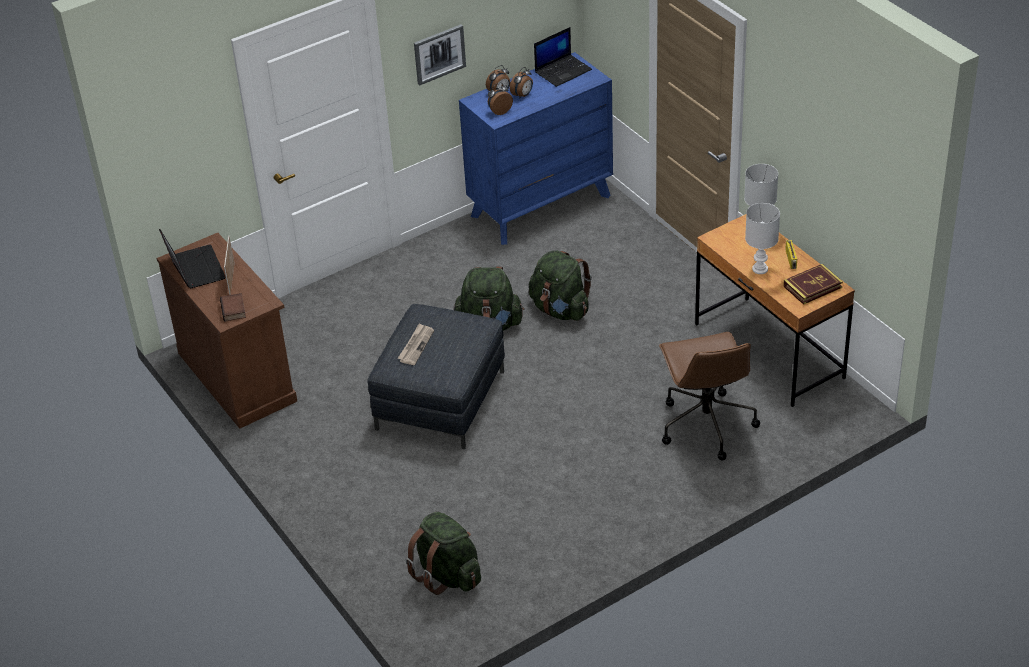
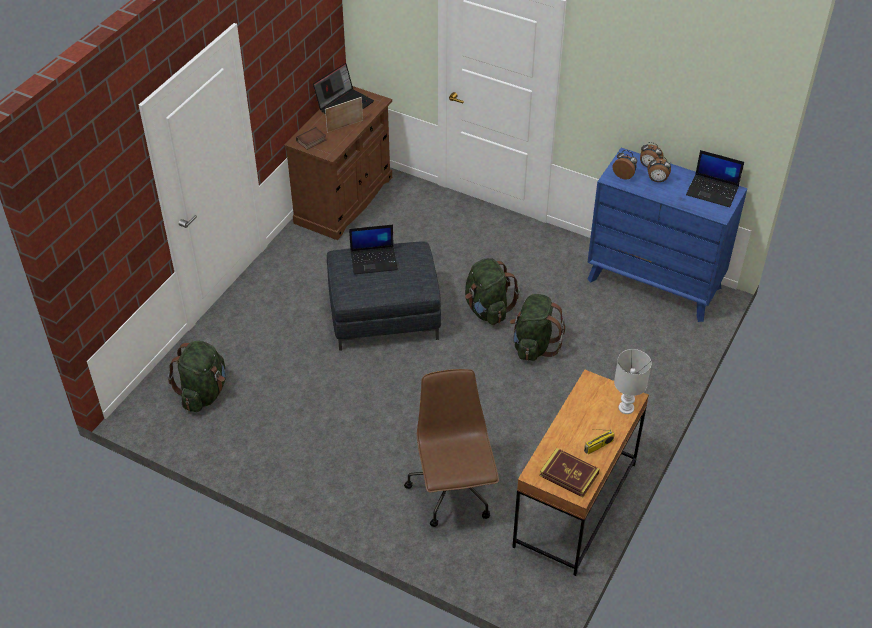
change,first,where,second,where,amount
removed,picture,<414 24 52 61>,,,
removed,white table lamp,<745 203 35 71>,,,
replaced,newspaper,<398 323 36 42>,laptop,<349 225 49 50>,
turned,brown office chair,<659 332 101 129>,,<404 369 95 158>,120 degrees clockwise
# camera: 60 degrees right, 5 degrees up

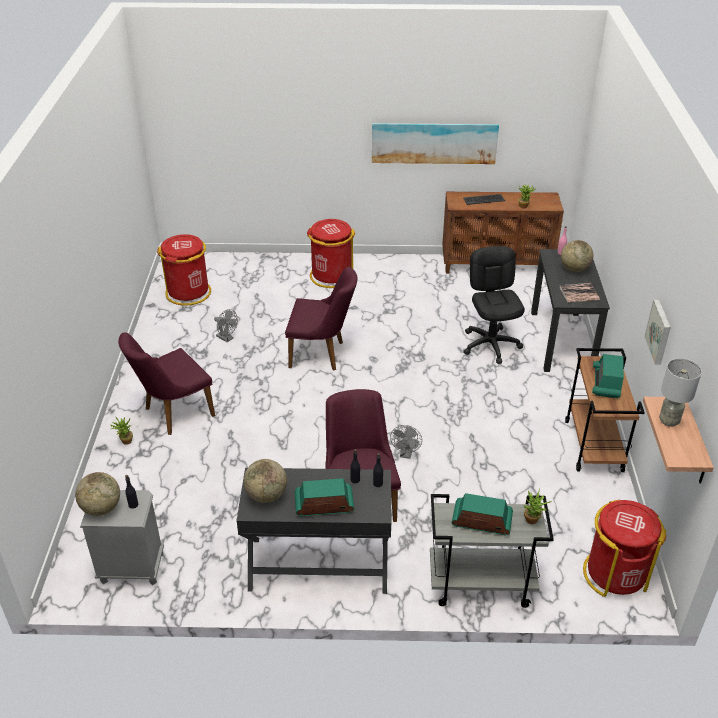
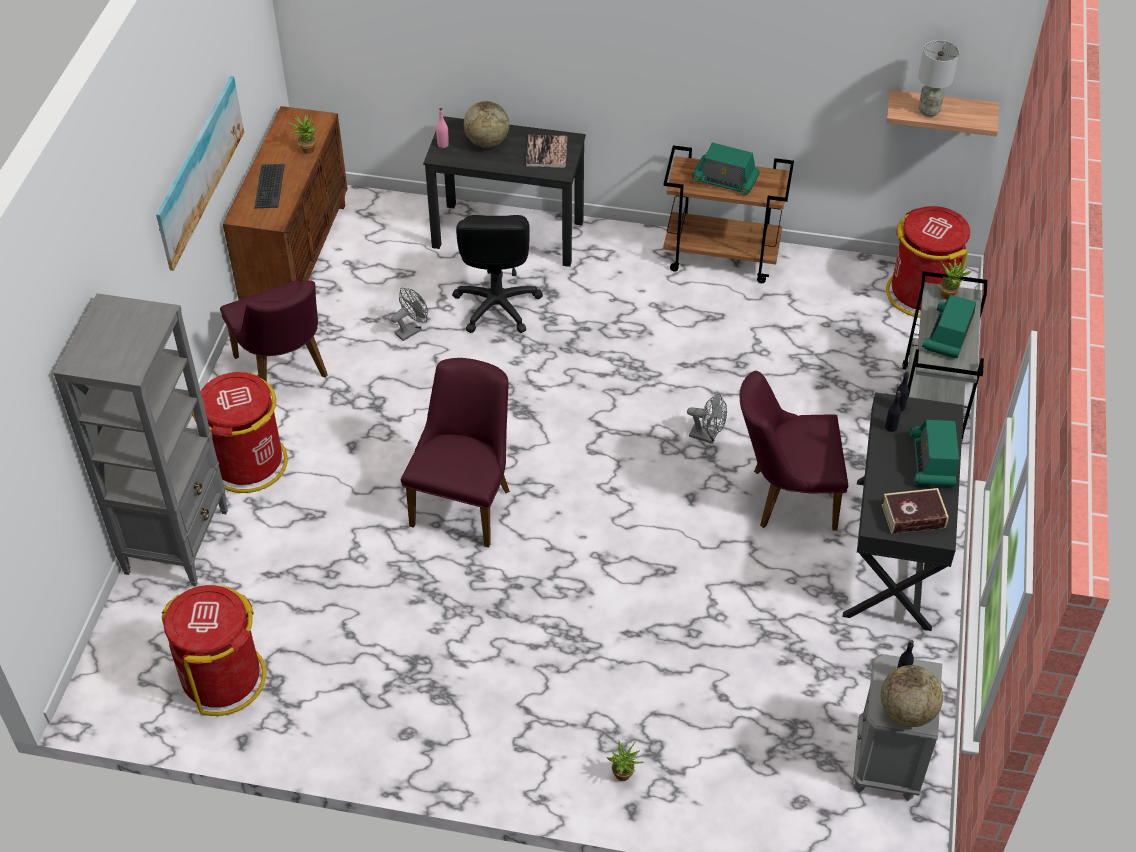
change,first,where,second,where,amount
removed,picture,<644 300 27 65>,,,
added,,,grey bookcase,<54 293 174 293>,
moved,purple chair,<118 332 97 103>,,<220 280 108 102>,
moved,grey fan,<214 309 24 33>,,<391 288 37 53>,
replaced,globe,<243 459 44 44>,book,<882 488 67 46>,
turned,black office chair,<463 246 62 118>,,<452 215 91 118>,90 degrees counterclockwise
# camera: 80 degrees left, 10 degrees up

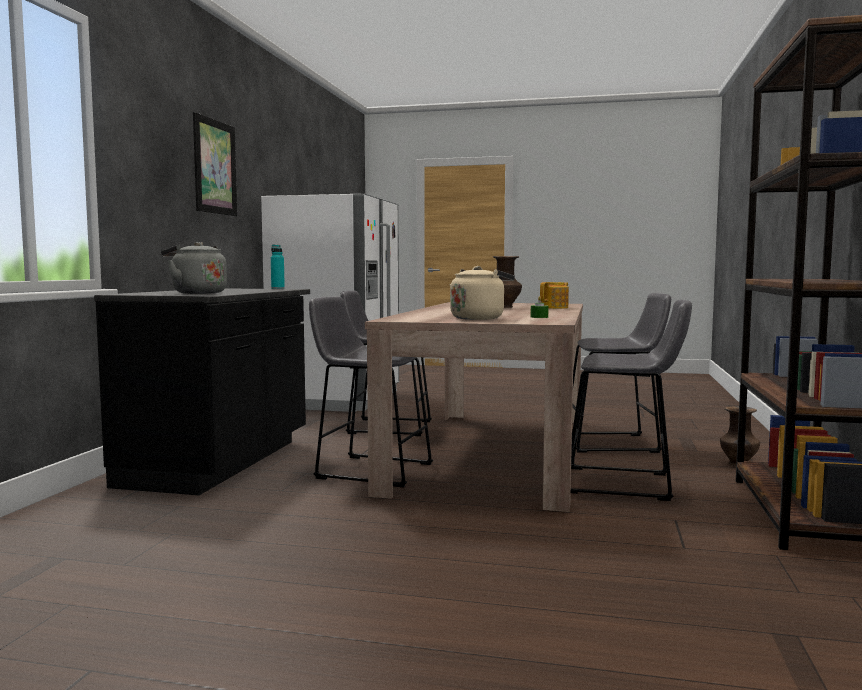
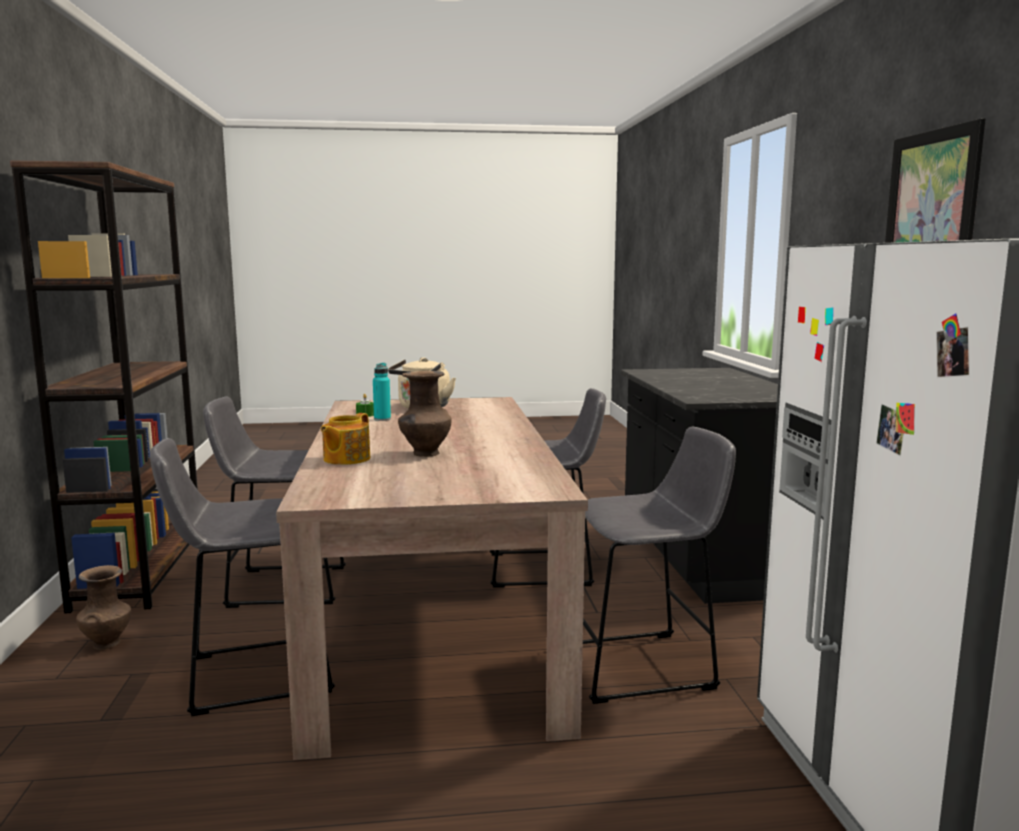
change,first,where,second,where,amount
removed,grey kettle,<161 242 66 52>,,,
moved,turquoise bottle,<271 244 14 45>,,<373 363 18 58>,
# camera: 160 degrees right, 5 degrees up

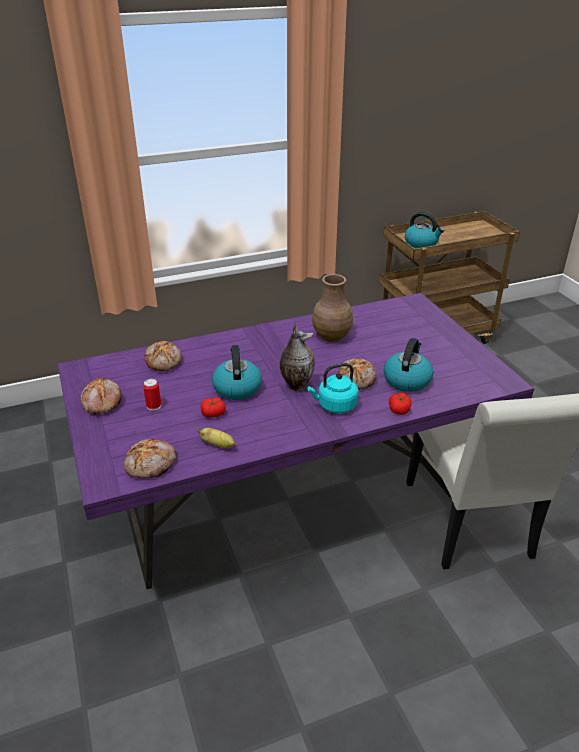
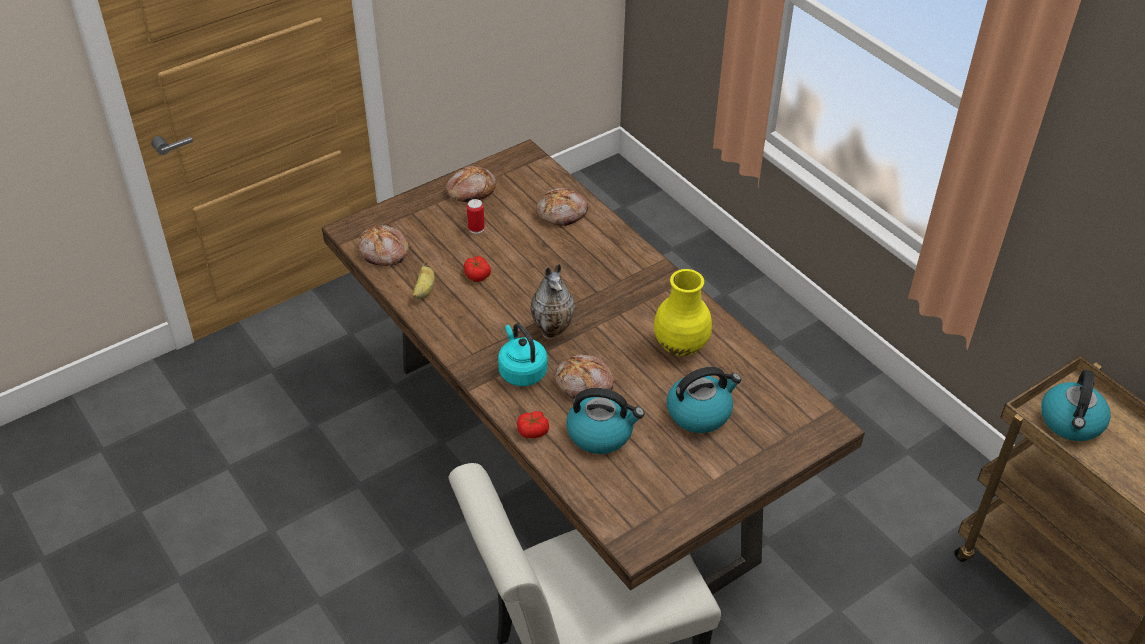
change,first,where,second,where,amount
moved,kettle,<212 345 50 55>,,<667 367 74 66>,
recoloured,purple dining table,<57 293 477 296>,brown dining table,<322 139 543 456>,
recoloured,brown vase,<312 274 41 68>,yellow vase,<654 269 58 87>,
# camera: 75 degrees right, 10 degrees up

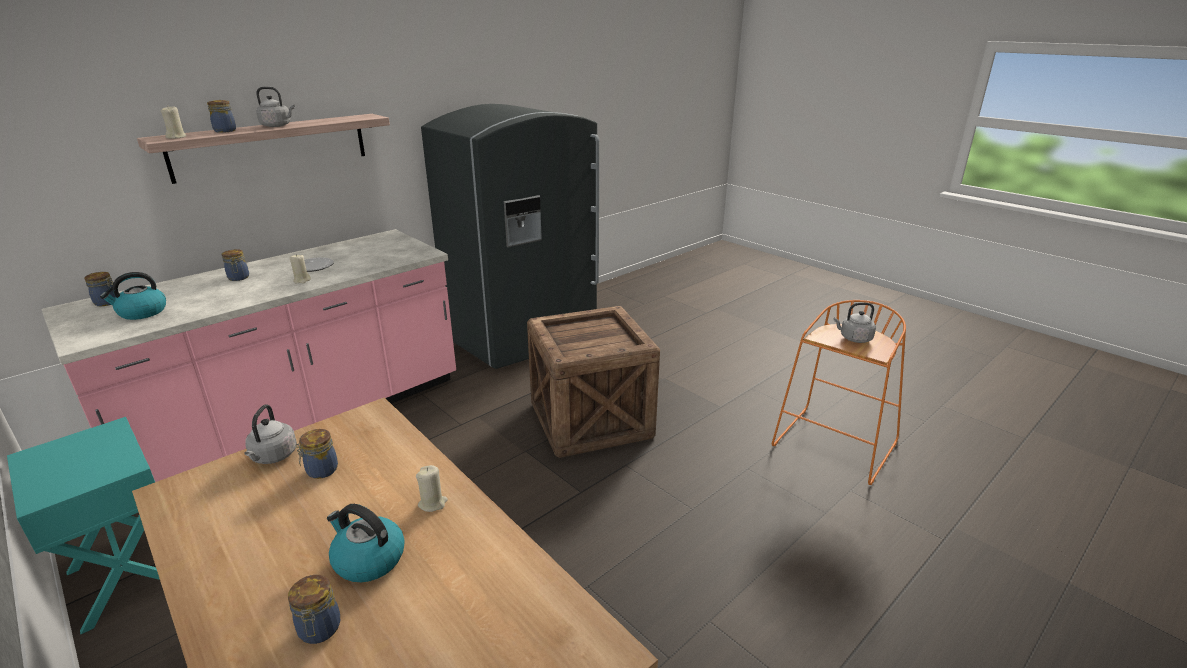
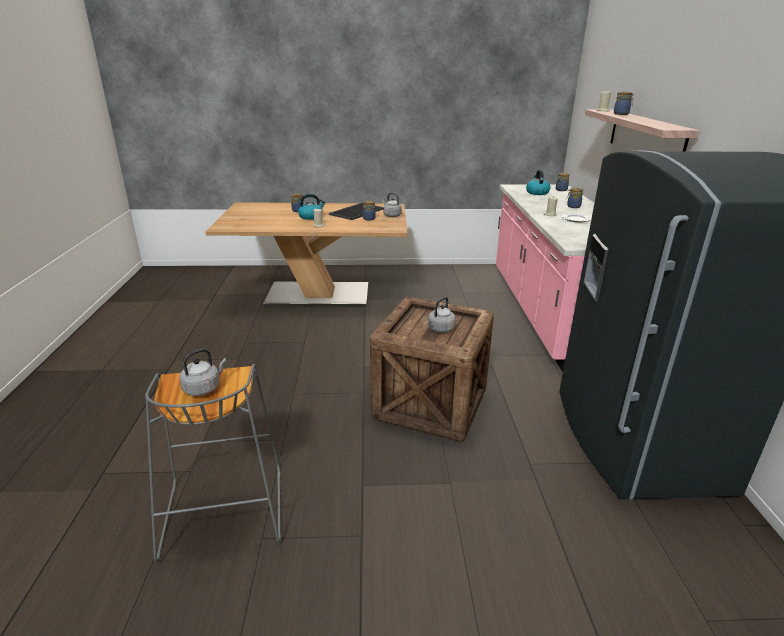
change,first,where,second,where,amount
removed,turquoise nightstand,<7 417 153 217>,,,
added,,,tray,<329 203 54 17>,
moved,grey kettle,<256 87 39 40>,,<427 297 29 36>,
recoloured,orange stool,<772 300 134 185>,grey stool,<145 364 136 198>,
# camera: 130 degrees right, 0 degrees up

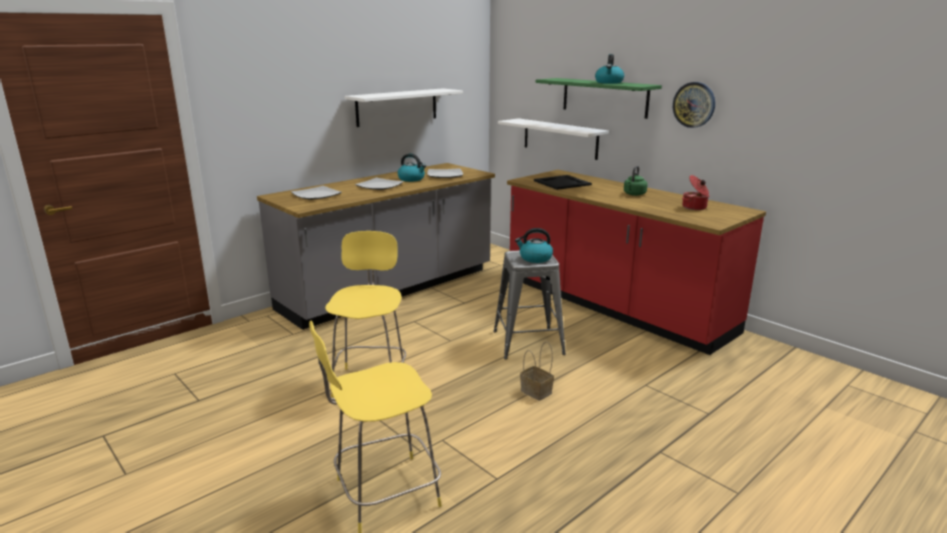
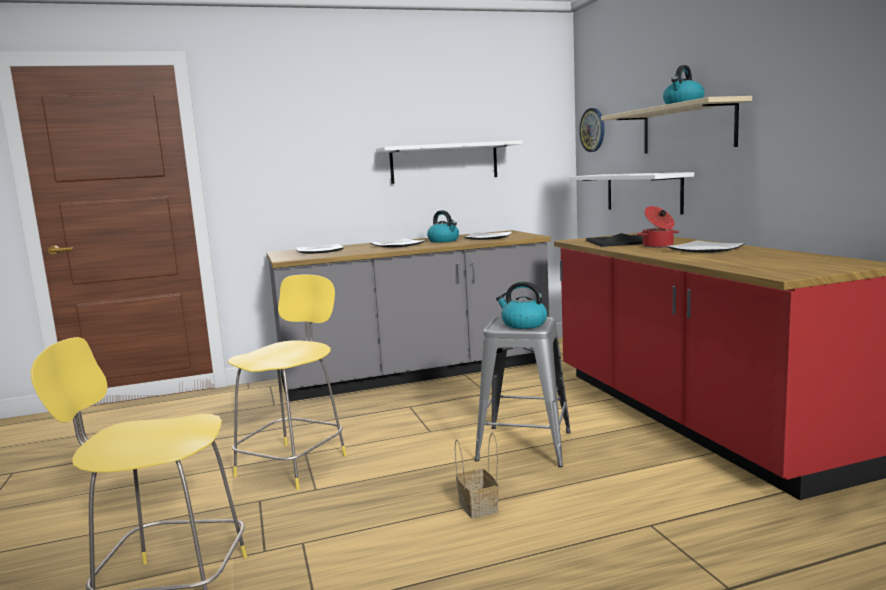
change,first,where,second,where,amount
moved,wall clock,<673 82 42 46>,,<579 108 26 44>,
moved,cooking pot,<682 175 28 35>,,<637 206 42 42>,
replaced,green kettle,<624 166 24 30>,plate,<667 240 78 13>,
recoloured,green shelf,<536 78 126 41>,beige shelf,<601 96 151 58>,
# camera: 25 degrees right, 10 degrees down

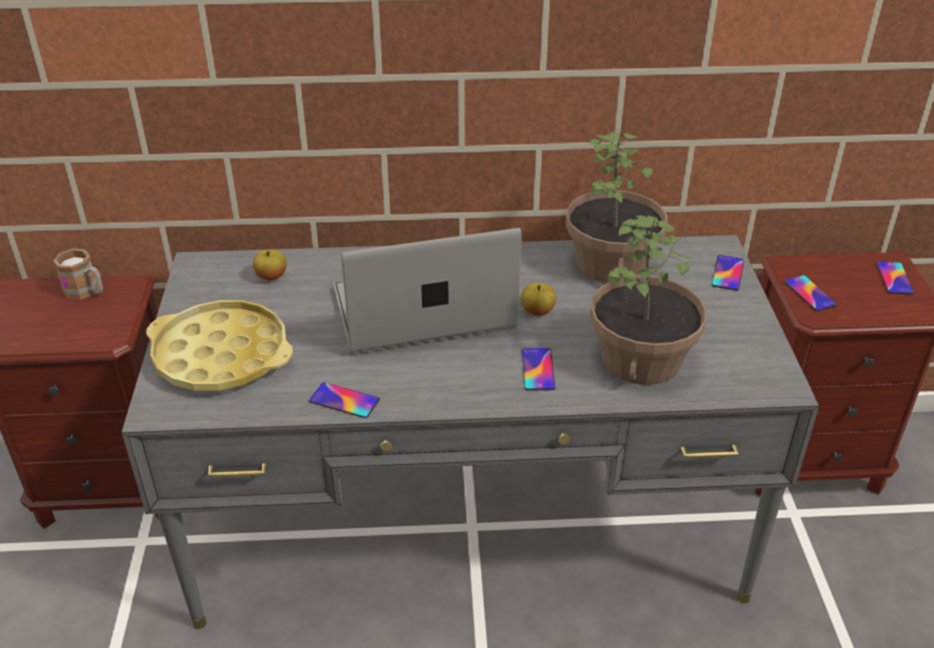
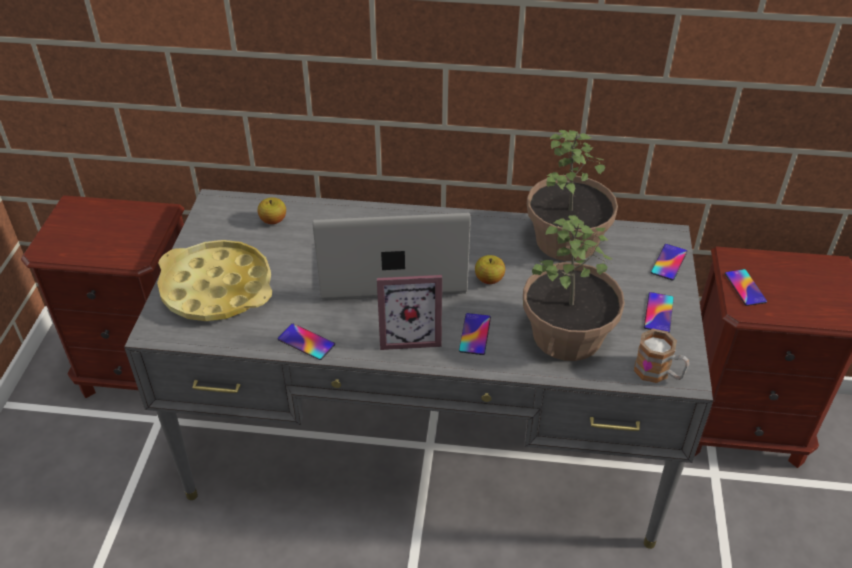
change,first,where,second,where,amount
added,,,picture frame,<377 275 65 75>,
moved,mug,<53 248 50 52>,,<634 329 55 54>,
moved,phone,<876 261 38 33>,,<644 292 30 40>,
# camera: 10 degrees right, 5 degrees up

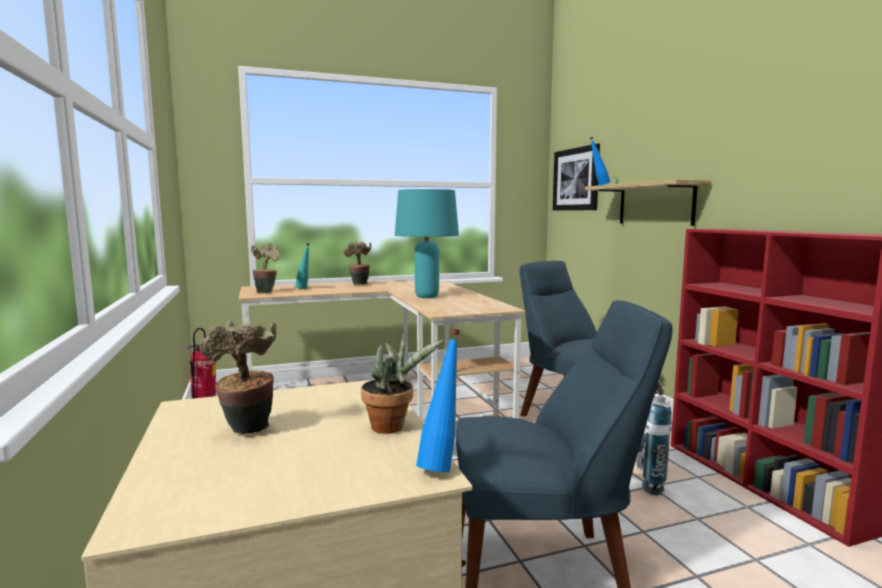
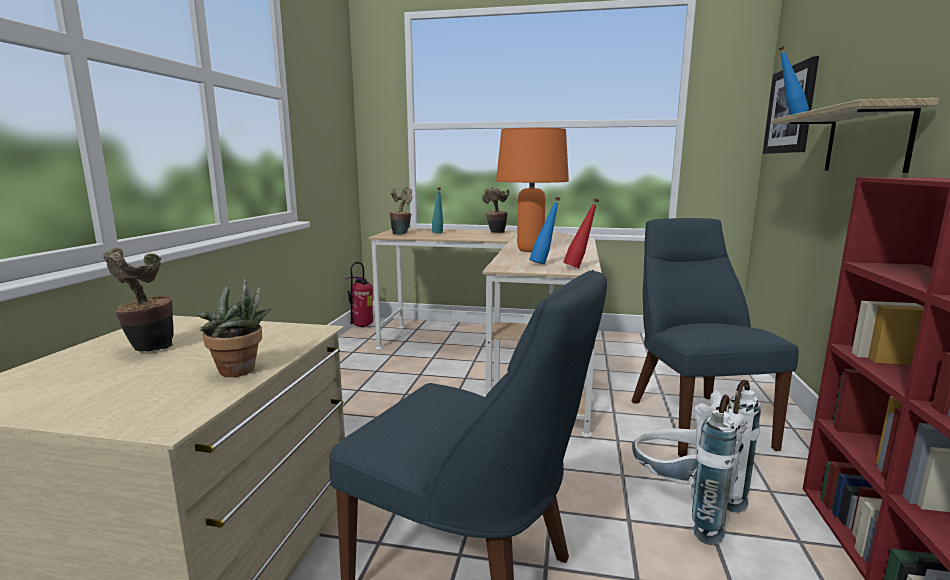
change,first,where,second,where,amount
added,,,red bottle,<563 198 36 70>,
moved,blue bottle,<416 329 44 143>,,<529 197 31 68>,
recoloured,turquoise table lamp,<395 189 64 109>,orange table lamp,<496 127 73 125>,
# camera: 30 degrees right, 5 degrees up

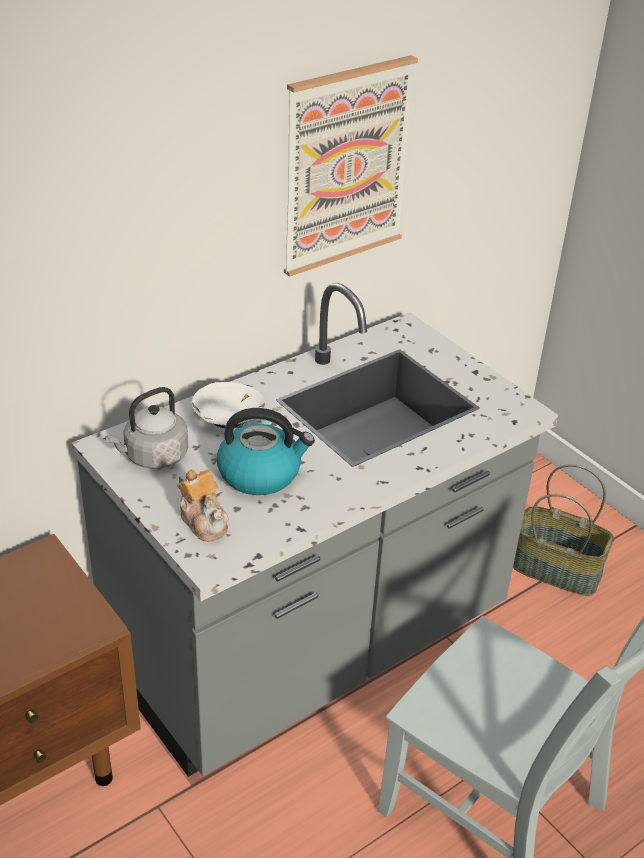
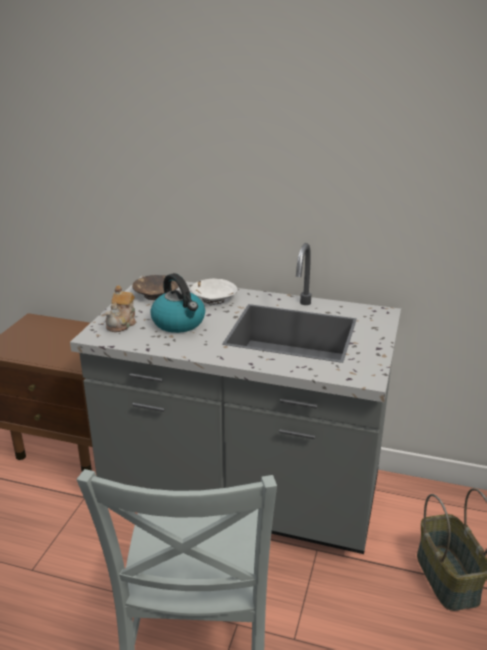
change,first,where,second,where,amount
removed,picture,<284 55 134 222>,,,
replaced,grey kettle,<106 387 82 82>,brown bowl,<132 275 47 25>,
# camera: 55 degrees right, 10 degrees down

